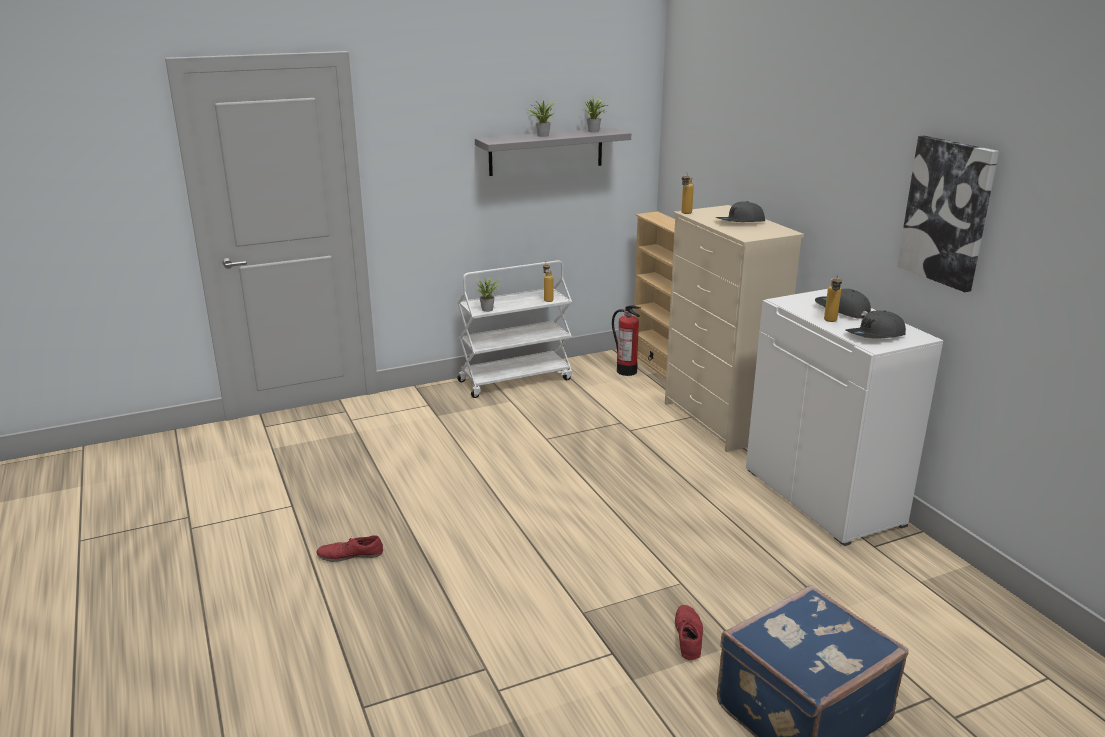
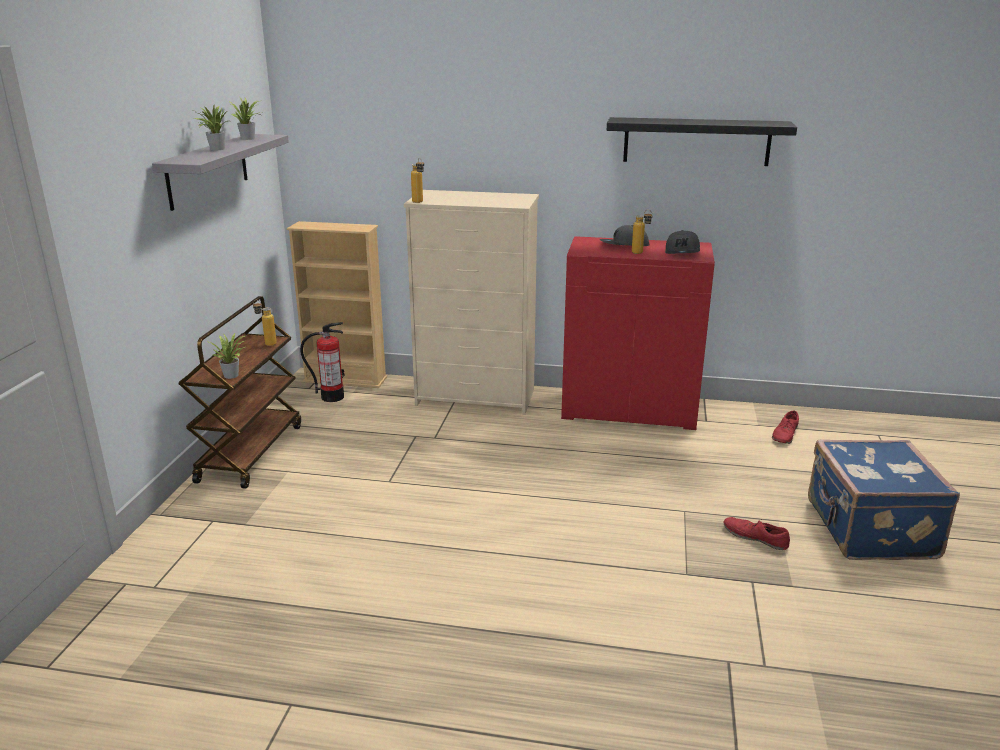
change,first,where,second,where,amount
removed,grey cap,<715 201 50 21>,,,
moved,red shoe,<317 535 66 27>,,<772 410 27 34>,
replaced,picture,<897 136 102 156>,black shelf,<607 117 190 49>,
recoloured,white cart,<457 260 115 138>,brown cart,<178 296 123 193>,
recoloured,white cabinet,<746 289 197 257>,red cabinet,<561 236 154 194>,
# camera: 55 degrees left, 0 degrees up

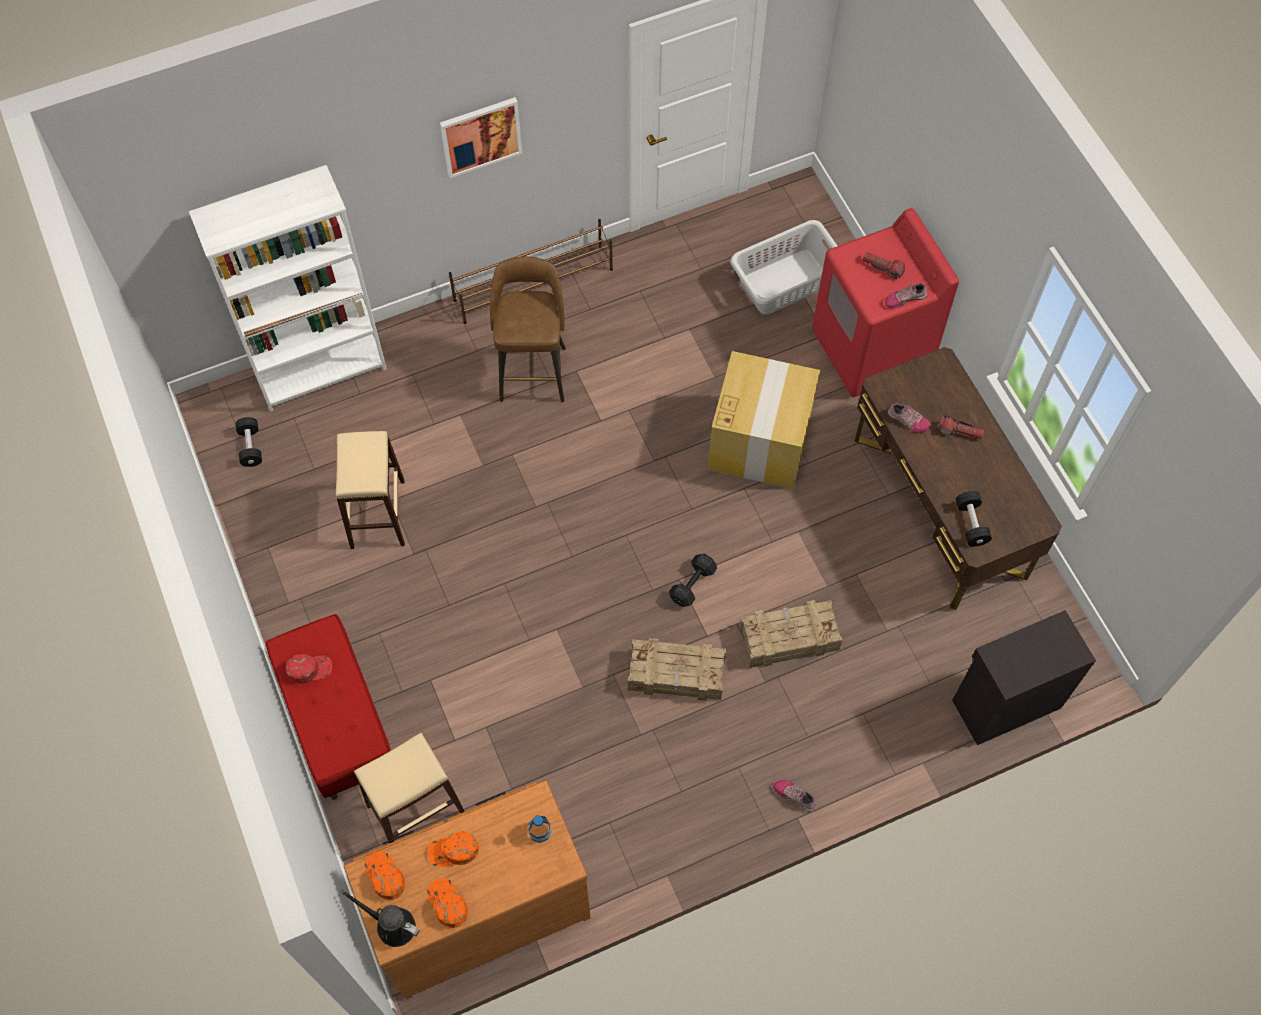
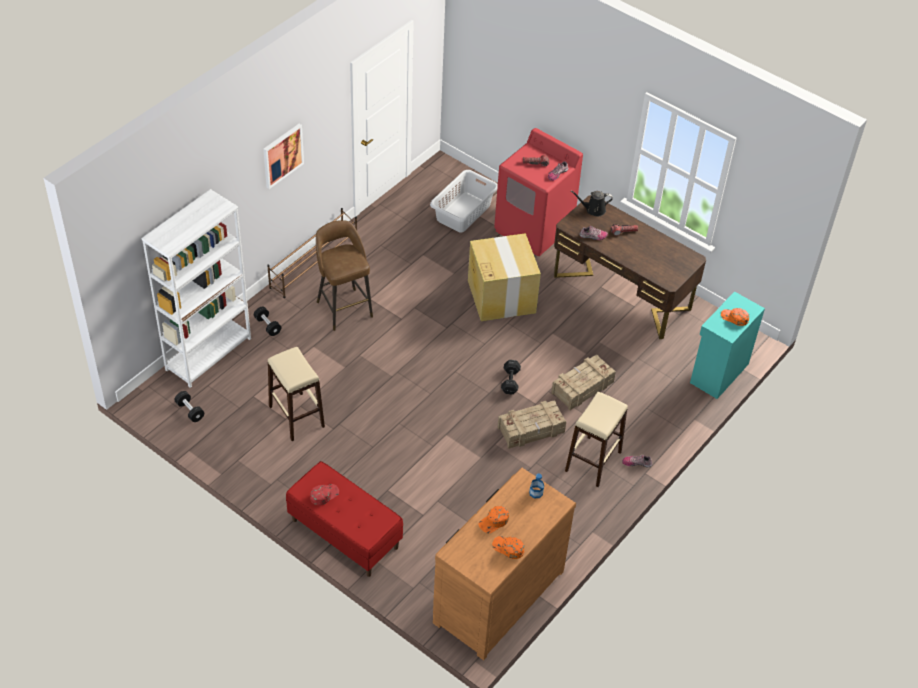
change,first,where,second,where,amount
moved,black watering can,<341 890 79 57>,,<571 191 42 25>,
moved,beige stool,<354 733 111 110>,,<565 392 63 95>,
moved,orange cap,<364 851 41 49>,,<721 308 28 18>,
moved,black dumbbell,<956 491 36 55>,,<254 307 27 29>,
recoloured,black cabinet,<952 610 144 135>,turquoise cabinet,<690 291 75 108>,
# camera: 30 degrees left, 15 degrees down

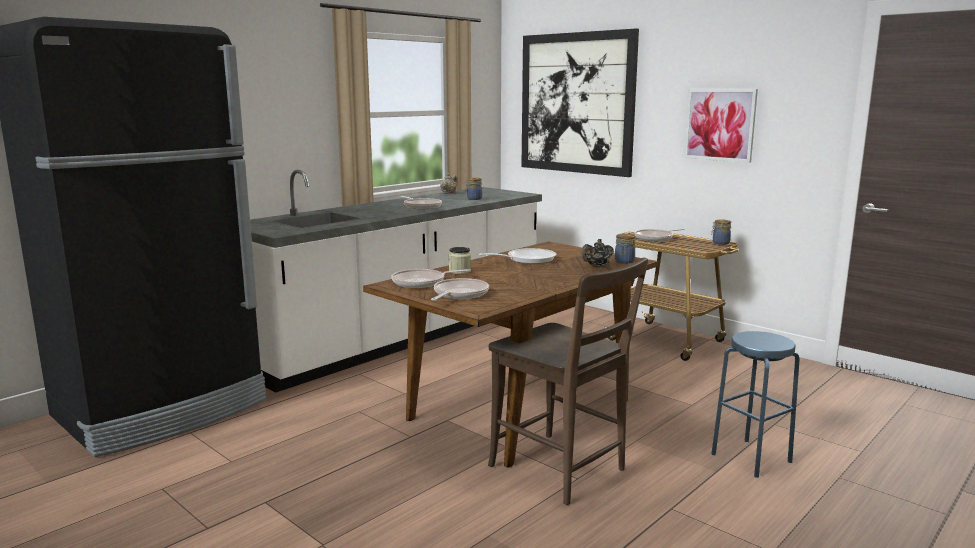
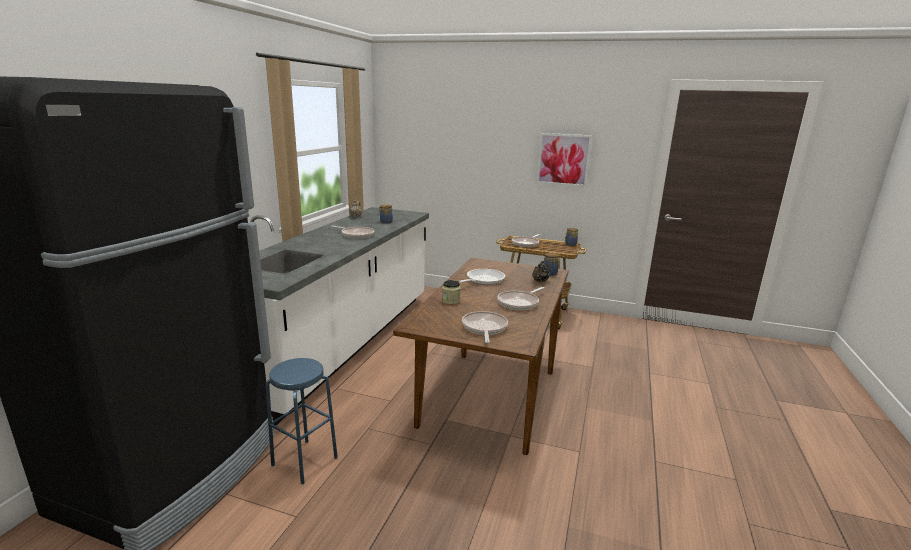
change,first,where,second,where,amount
removed,brown chair,<488 258 160 247>,,,
removed,picture,<521 29 118 148>,,,
moved,frying pan,<391 269 79 19>,,<497 287 47 23>,
moved,blue stool,<711 331 89 147>,,<266 358 72 126>,
# camera: 25 degrees left, 5 degrees up

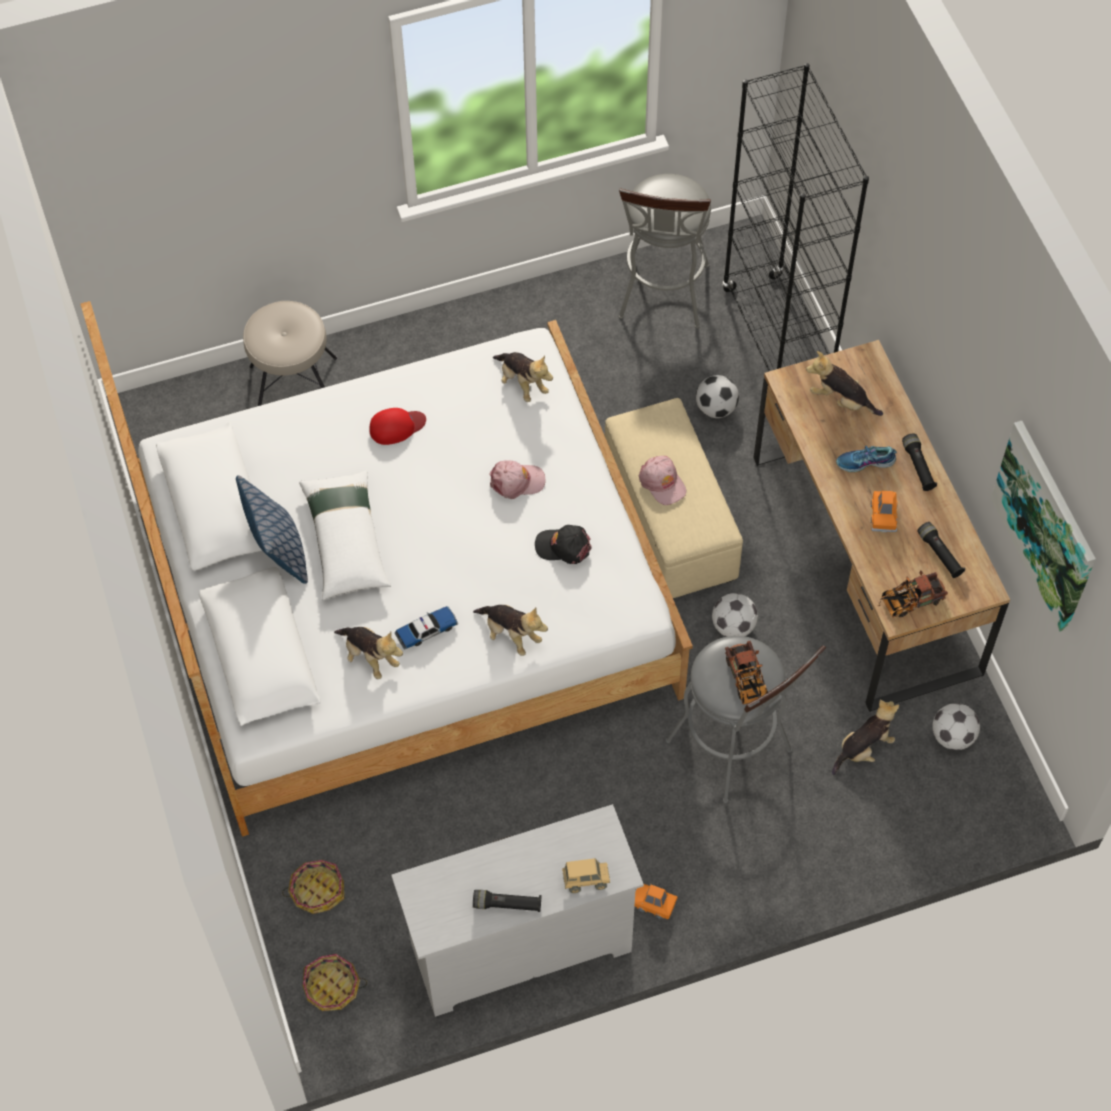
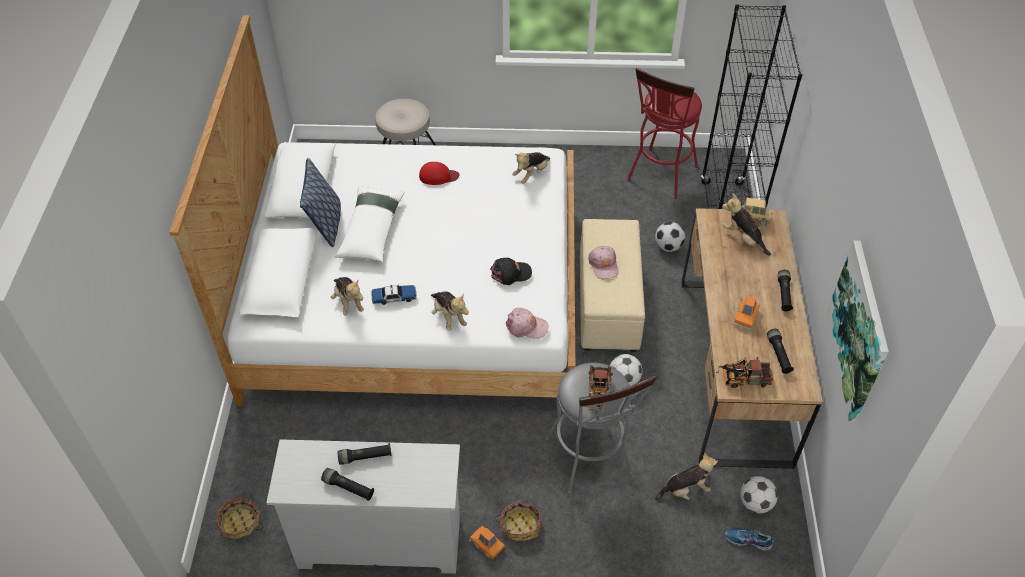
change,first,where,second,where,amount
added,,,black flashlight,<337 443 54 22>,
moved,basket,<282 860 63 54>,,<495 501 46 41>,
moved,pink cap,<489 460 57 39>,,<506 308 43 31>,
moved,toy truck,<562 858 48 35>,,<742 198 29 28>,
moved,shoe,<836 446 61 26>,,<725 528 49 23>,
recoloured,grey stool,<619 174 92 155>,red stool,<627 68 75 131>,
turned,plush toy,<493 352 60 50>,,<512 152 38 32>,60 degrees clockwise
turned,black cap,<535 525 57 39>,,<490 258 42 27>,135 degrees clockwise
# camera: 20 degrees right, 10 degrees down

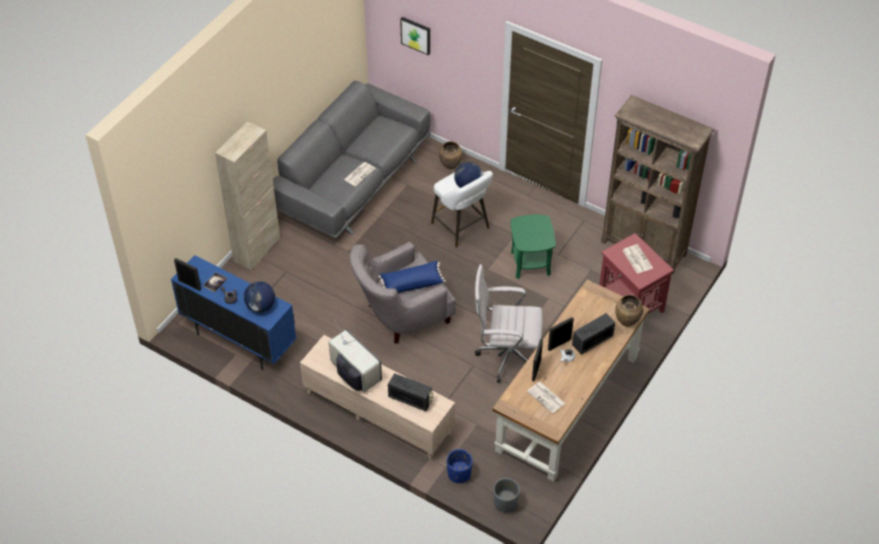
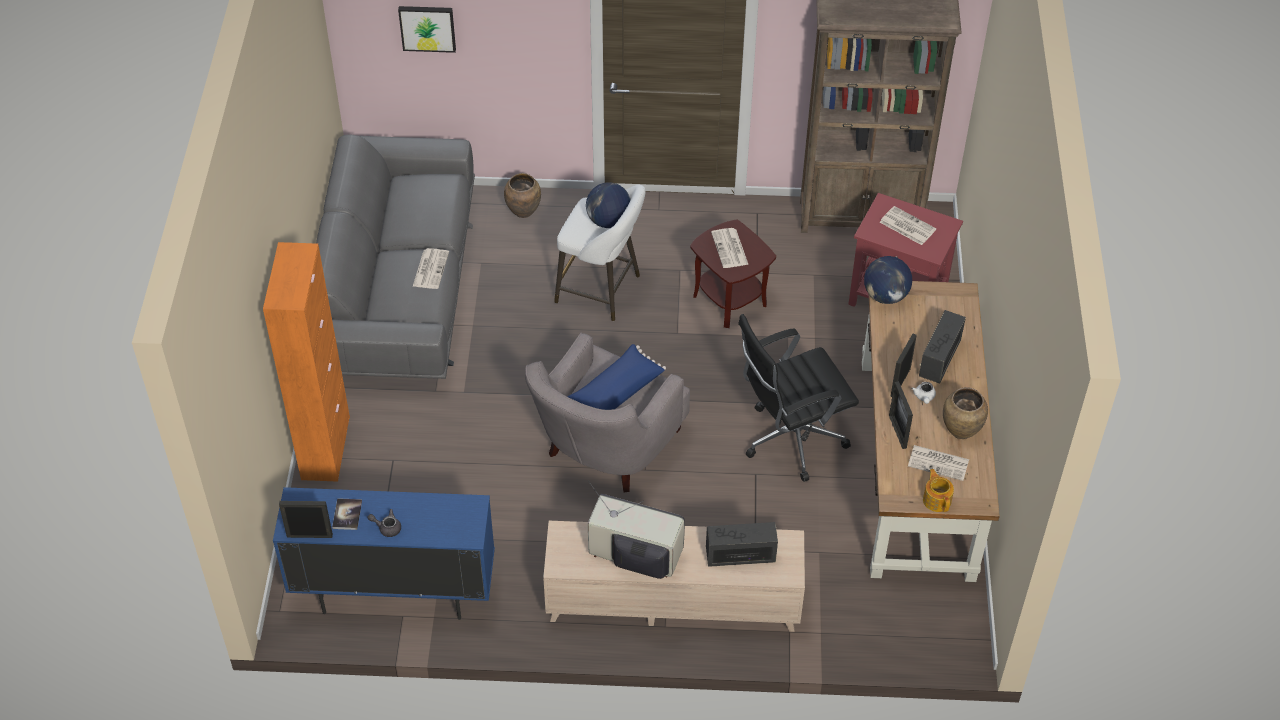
change,first,where,second,where,amount
removed,blue planter,<447 449 26 34>,,,
removed,grey planter,<493 478 27 35>,,,
added,,,newspaper,<711 228 38 40>,
added,,,teapot,<923 469 31 43>,
moved,globe,<244 281 31 32>,,<864 256 48 48>,
moved,brown vase,<615 295 28 32>,,<943 387 45 52>,
recoloured,beige cabinet,<215 121 65 149>,orange cabinet,<263 242 87 240>,
recoloured,white office chair,<475 264 68 119>,black office chair,<738 314 121 168>,
recoloured,green side table,<511 215 45 64>,brown side table,<690 220 86 108>,
# camera: 30 degrees left, 0 degrees up

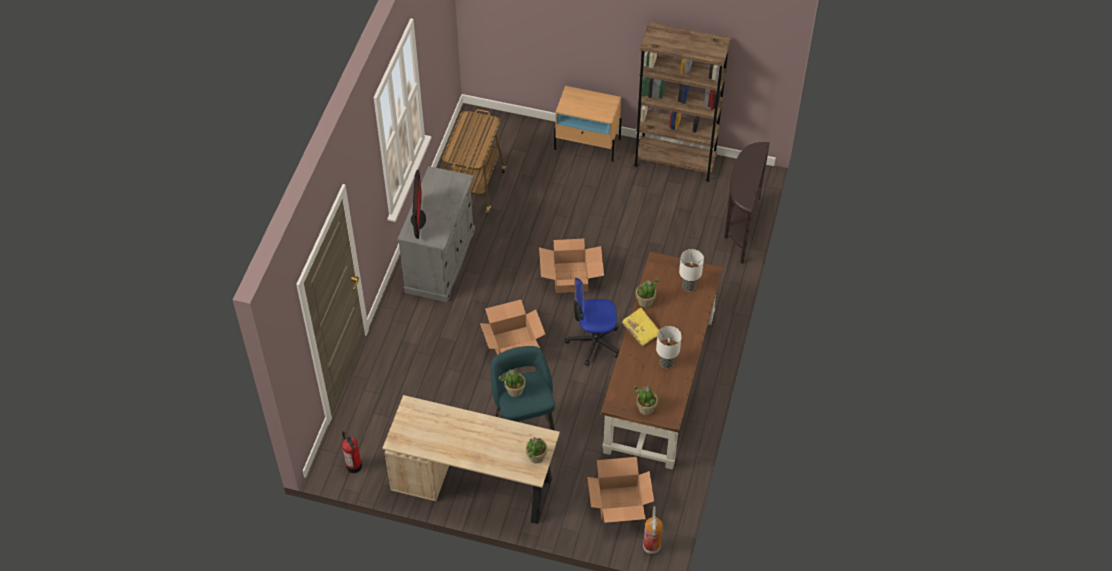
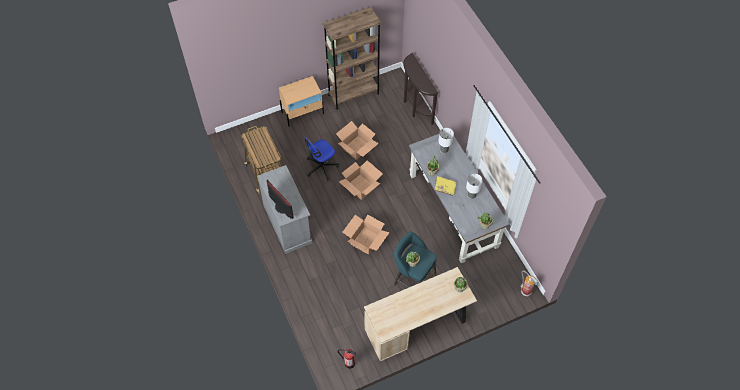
change,first,where,second,where,amount
moved,office chair,<565 278 54 88>,,<304 137 35 44>,
moved,cardboard box,<587 457 67 66>,,<336 121 43 39>,
recoloured,brown desk,<601 251 122 219>,grey desk,<409 134 101 129>,
# camera: 40 degrees left, 5 degrees up

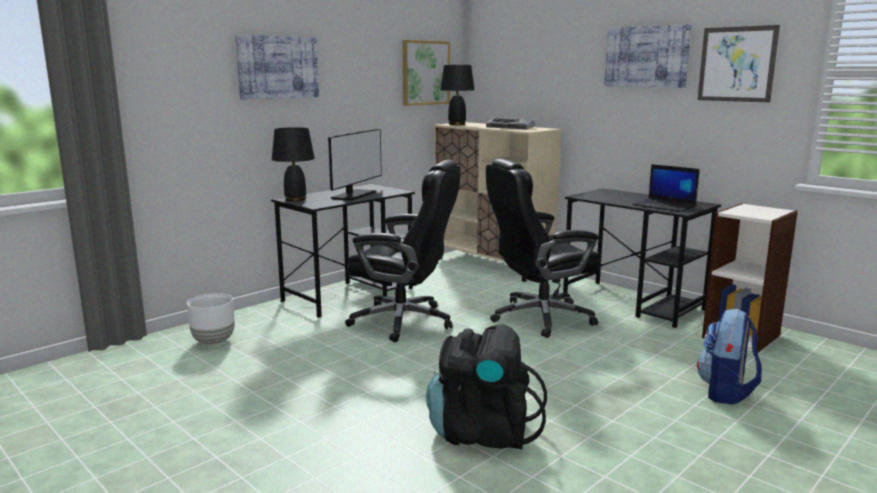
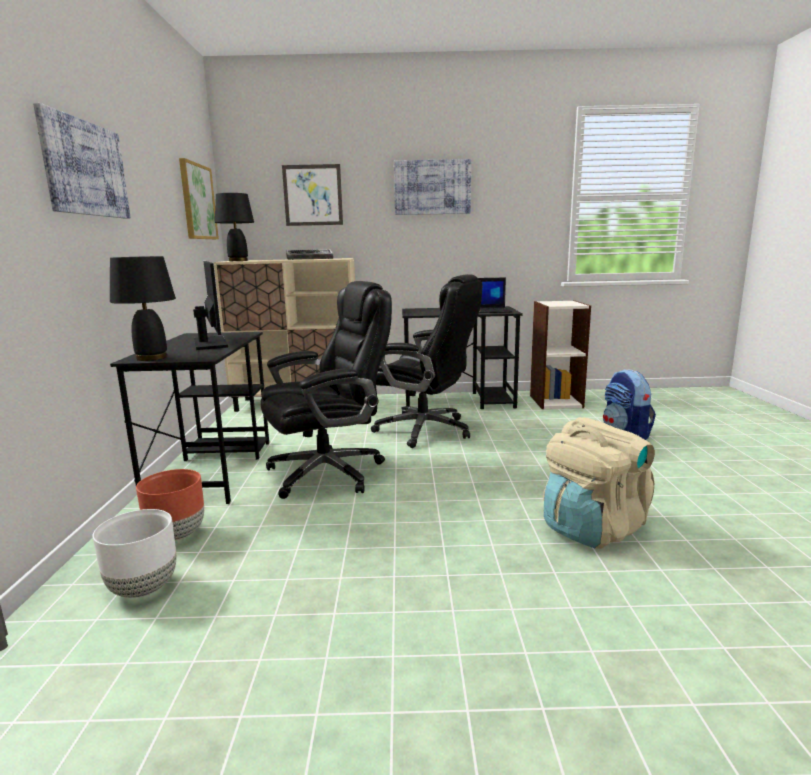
change,first,where,second,where,amount
added,,,brown planter,<136 469 68 72>,
moved,picture,<697 25 83 77>,,<282 164 61 62>,
recoloured,black backpack,<426 324 121 125>,beige backpack,<543 417 112 132>,
turned,black office chair,<486 159 115 179>,,<371 274 111 174>,90 degrees counterclockwise
# camera: 45 degrees left, 0 degrees up

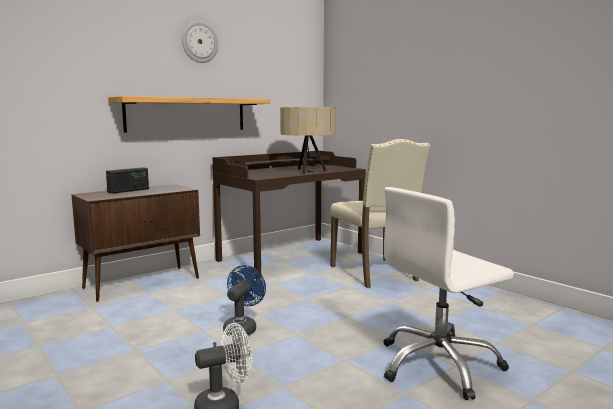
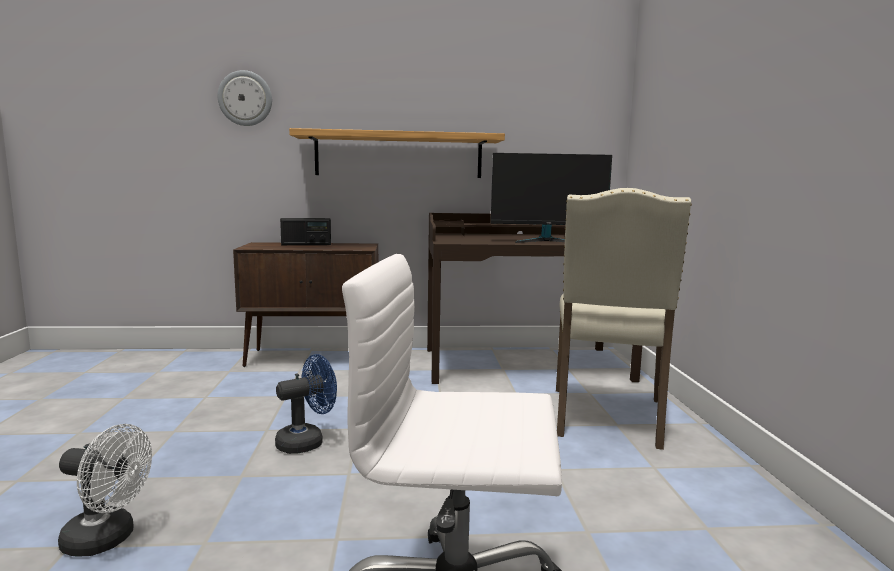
change,first,where,second,where,amount
moved,wall clock,<182 21 36 42>,,<218 70 54 56>,
replaced,beige table lamp,<280 107 56 66>,monitor,<491 153 121 90>,
# camera: 35 degrees right, 0 degrees up

